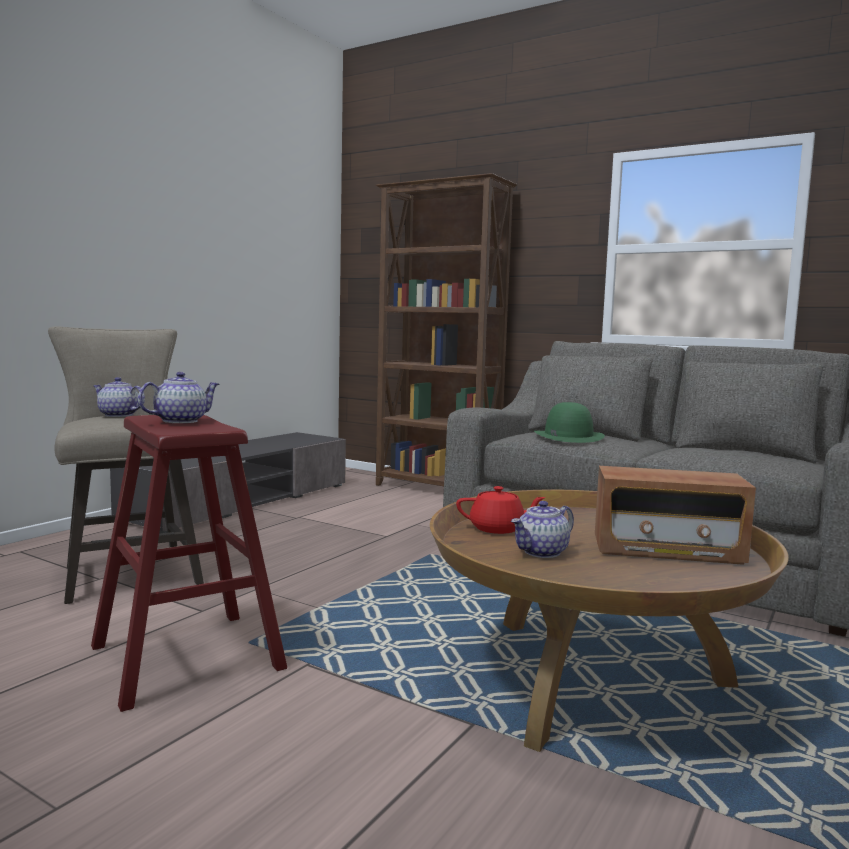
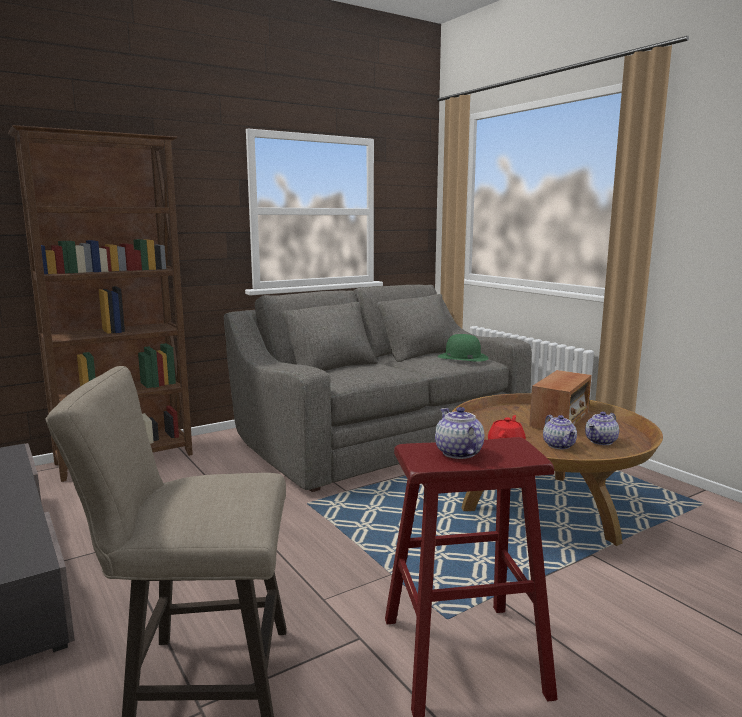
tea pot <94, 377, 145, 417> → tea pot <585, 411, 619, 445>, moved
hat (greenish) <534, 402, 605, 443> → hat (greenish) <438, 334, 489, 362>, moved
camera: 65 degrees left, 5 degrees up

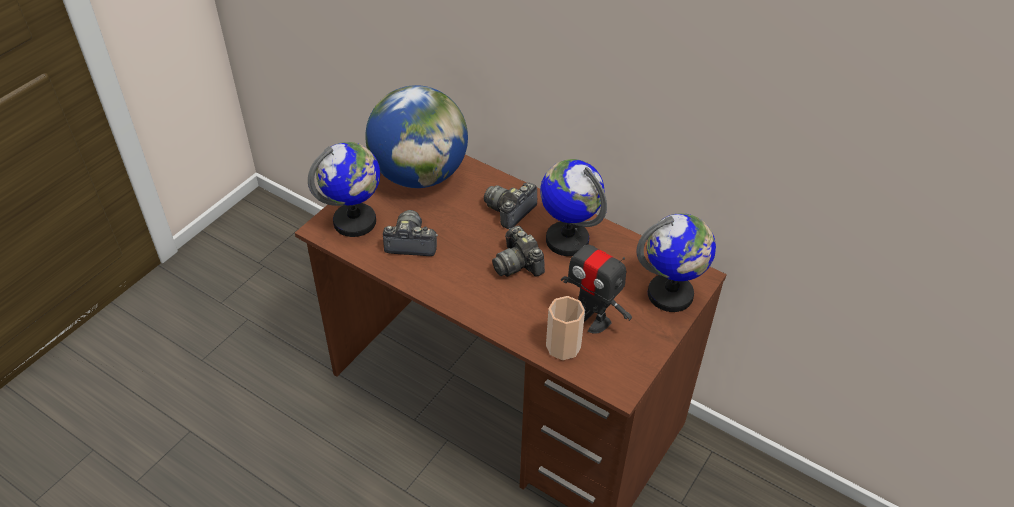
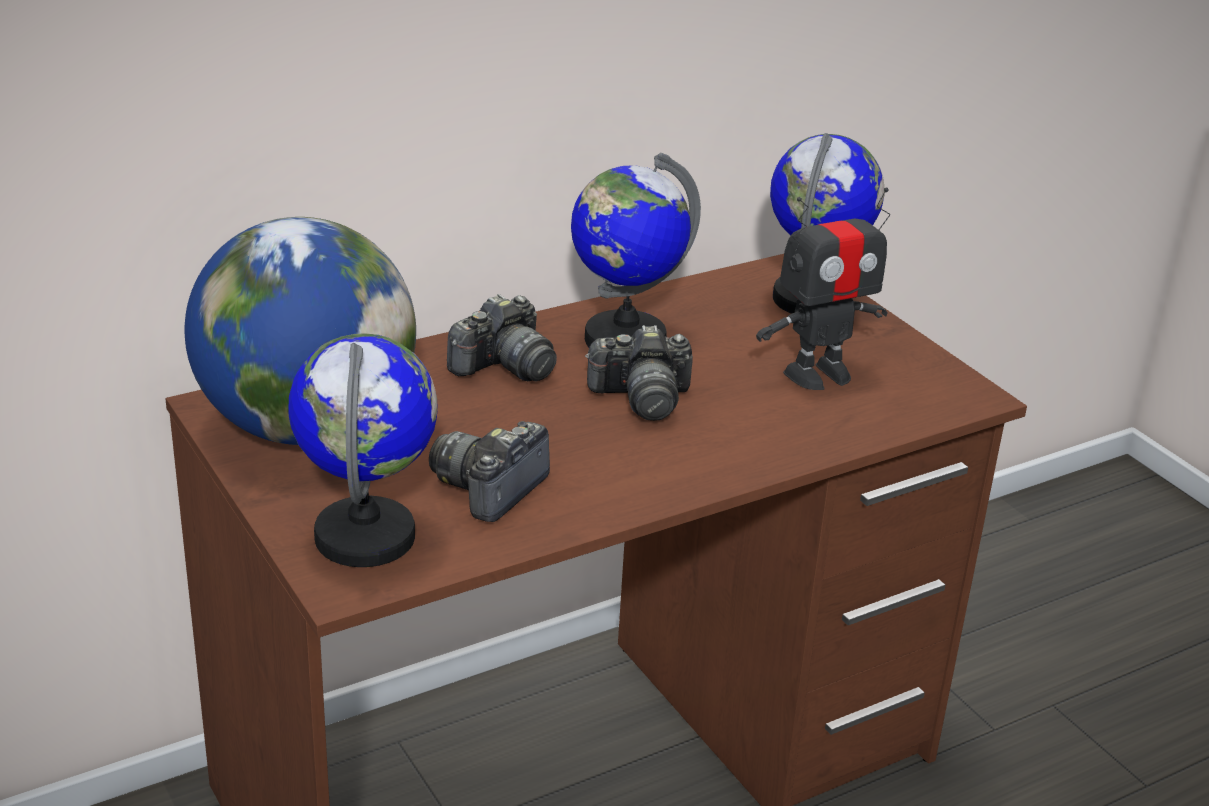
photo camera <484, 182, 537, 229> → photo camera <447, 294, 557, 381>, 105 degrees counterclockwise
cup <546, 296, 585, 360> → -
camera: 65 degrees left, 15 degrees down

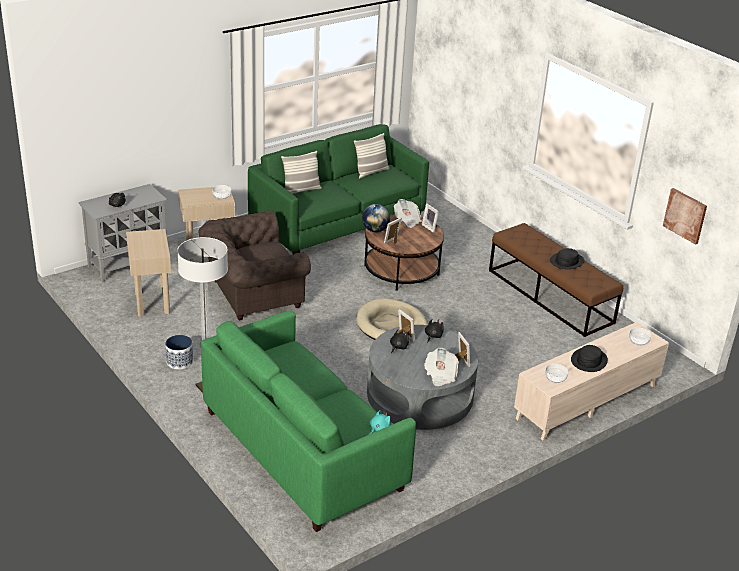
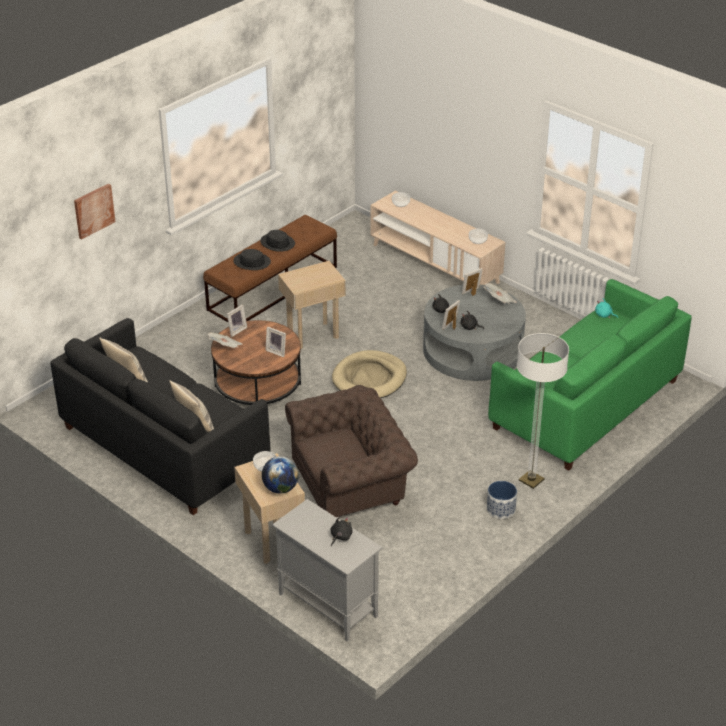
settee (greenish) <248, 124, 429, 255> → settee (black-coloured) <50, 318, 271, 515>
wall art <663, 188, 707, 244> → wall art <74, 183, 116, 239>, moved
world globe <362, 204, 390, 232> → world globe <262, 456, 299, 494>, moved
armchair (brown-coloured) <198, 210, 311, 320> → armchair (brown-coloured) <285, 385, 418, 517>, 75 degrees counterclockwise
side table (sand-coloured) <126, 229, 171, 317> → side table (sand-coloured) <278, 261, 346, 349>, moved
hat (black-coloured) <571, 345, 608, 372> → hat (black-coloured) <234, 249, 271, 270>, moved
camera: 100 degrees left, 5 degrees up

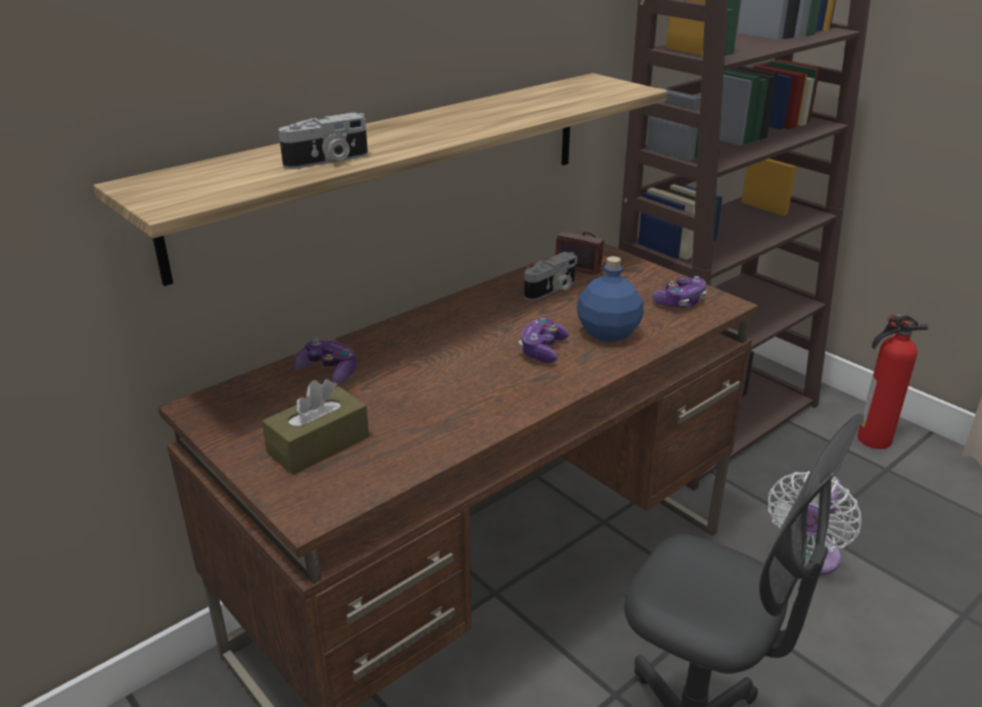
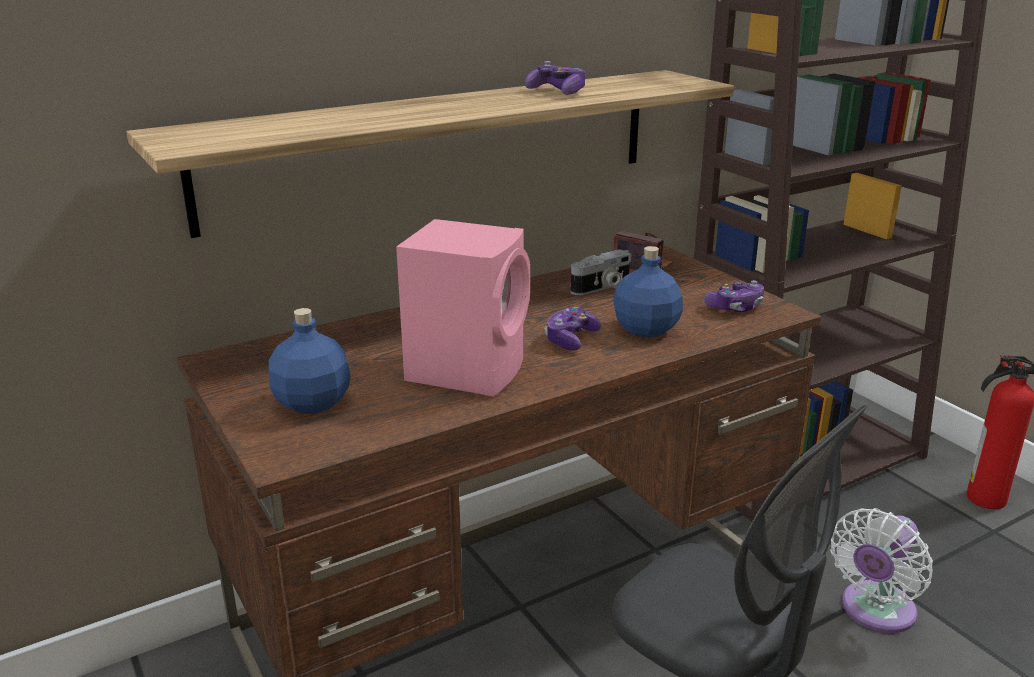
photo camera <278, 113, 368, 169> → -
gamepad <294, 339, 357, 384> → gamepad <525, 61, 585, 95>, moved
tissue box (brown-coloured) <262, 379, 369, 475> → drink bottle (blue) <269, 308, 351, 414>
- → speaker (pink) <396, 219, 530, 397>
camera: 10 degrees right, 5 degrees down

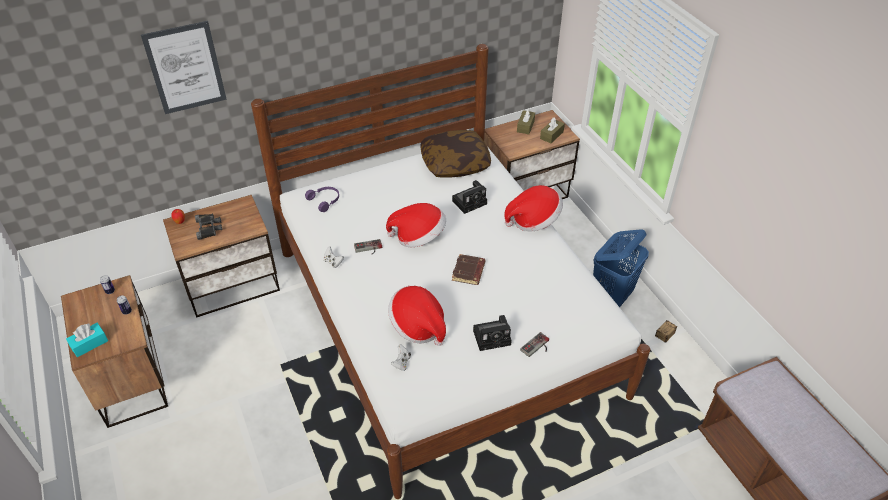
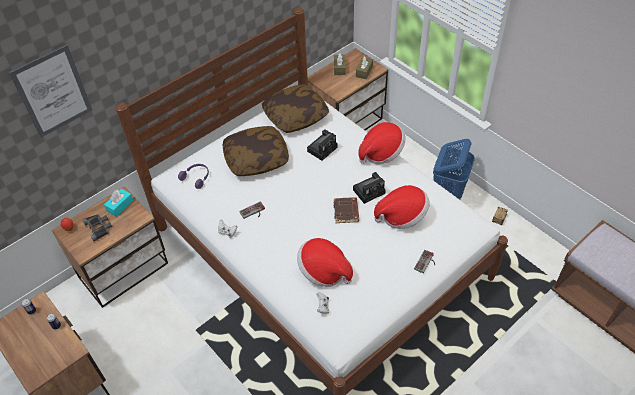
hat <386, 203, 446, 247> → hat <374, 185, 429, 229>, moved
photo camera <473, 315, 512, 351> → photo camera <353, 172, 386, 204>, moved
tissue box (blue-green) <66, 323, 108, 357> → tissue box (blue-green) <104, 188, 133, 217>, moved
- → pillow <223, 126, 289, 176>
camera: 15 degrees left, 5 degrees up

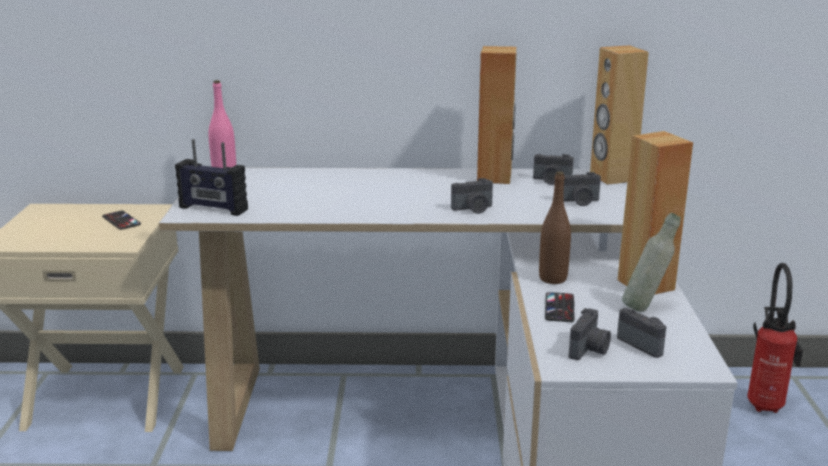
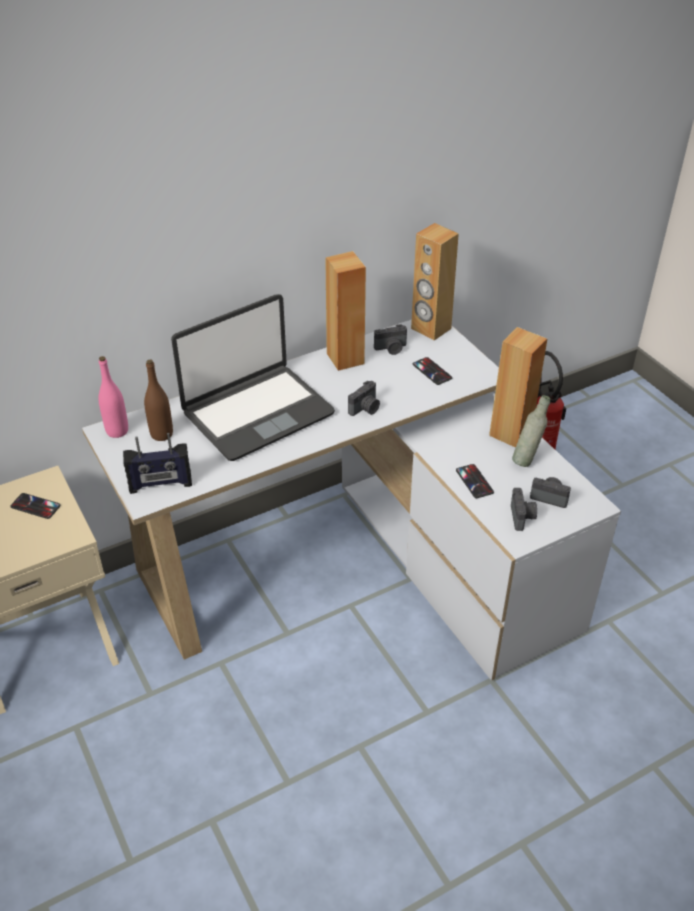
drink bottle (brown-coloured) <539, 171, 571, 284> → drink bottle (brown-coloured) <144, 359, 173, 441>, moved
photo camera <563, 172, 601, 206> → telephone <413, 357, 452, 385>
- → portable computer <171, 294, 335, 461>
camera: 30 degrees left, 20 degrees up

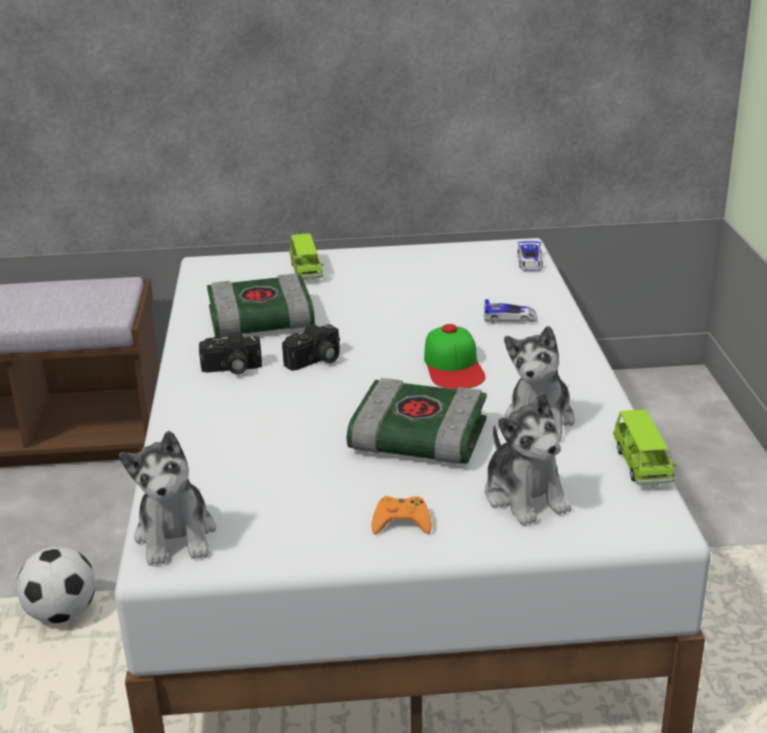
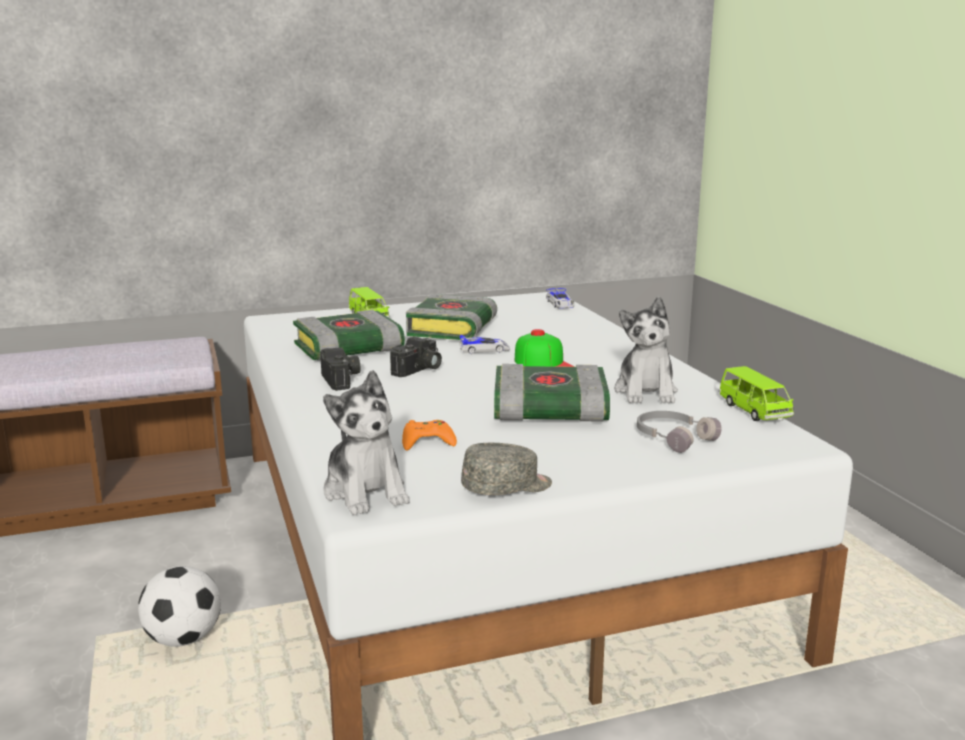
toy car <483, 299, 537, 324> → toy car <459, 335, 510, 354>, moved
photo camera <199, 332, 262, 374> → photo camera <320, 347, 360, 391>, 90 degrees counterclockwise
plush toy <485, 392, 571, 526> → headphones (greyish) <637, 411, 721, 453>
gamepad (orange-coloured) <371, 496, 432, 535> → gamepad (orange-coloured) <402, 420, 457, 451>, moved
- → book <406, 294, 497, 340>
- → peaked cap (greyish) <461, 443, 552, 495>
camera: 15 degrees left, 10 degrees down

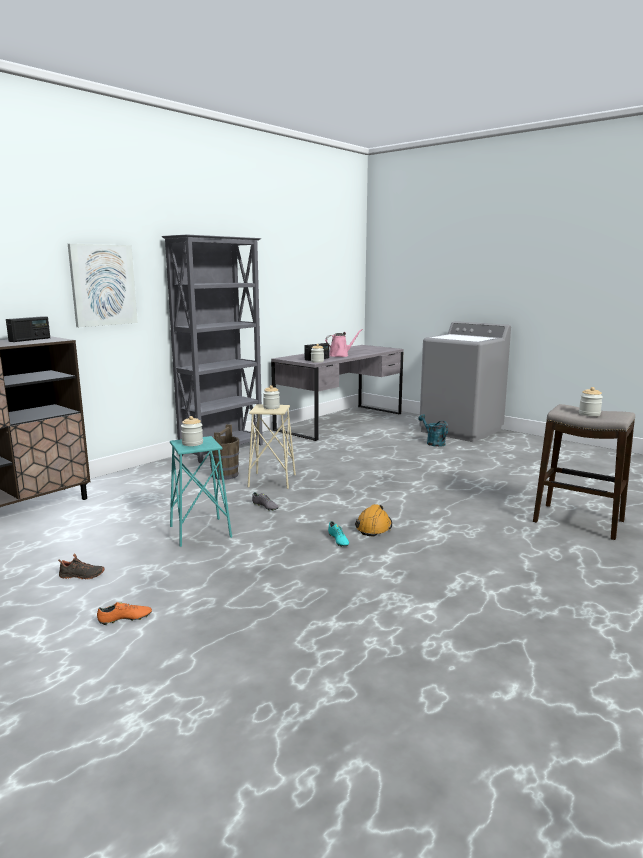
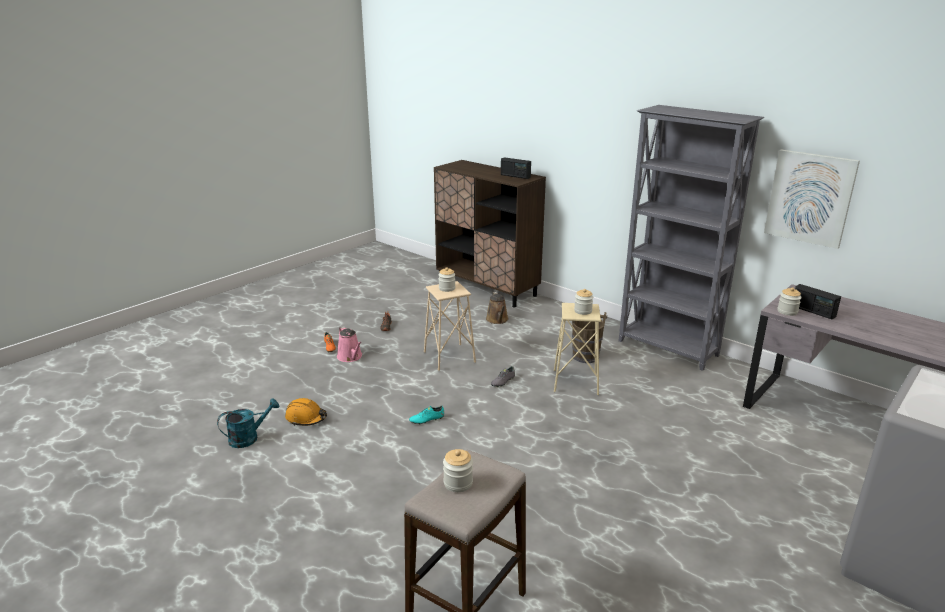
wall art <68, 244, 138, 327> → wall art <764, 149, 860, 249>, moved
watering can (pink) <325, 329, 363, 357> → watering can (pink) <337, 326, 362, 362>, moved
watering can (blue-green) <418, 414, 448, 447> → watering can (blue-green) <217, 398, 279, 448>, moved
sitting stool (blue-green) <170, 436, 232, 547> → sitting stool (sand-coloured) <424, 281, 476, 371>
hard hat (orange-coloured) <355, 504, 392, 536> → hard hat (orange-coloured) <285, 398, 327, 426>, moved
- → watering can (brown-coloured) <486, 292, 509, 324>
camera: 90 degrees right, 10 degrees up

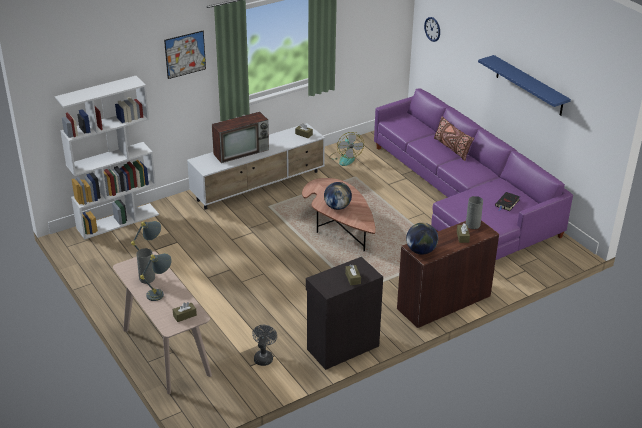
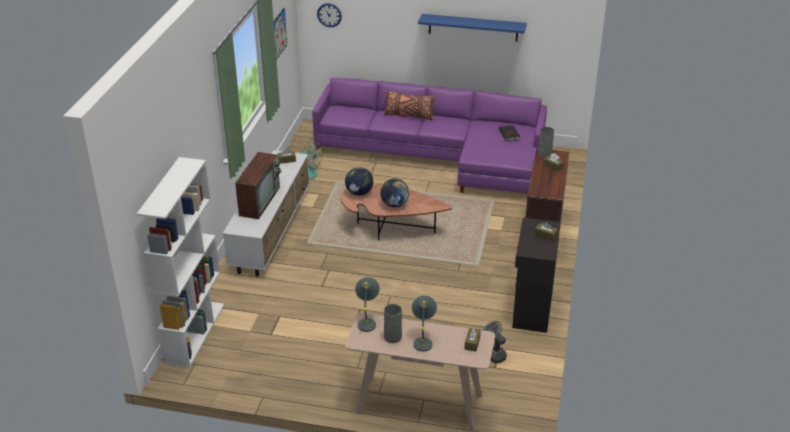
wall art <164, 31, 206, 79> → wall art <274, 8, 287, 60>, moved
world globe <406, 223, 438, 255> → world globe <345, 167, 373, 196>, moved
camera: 45 degrees left, 0 degrees up

